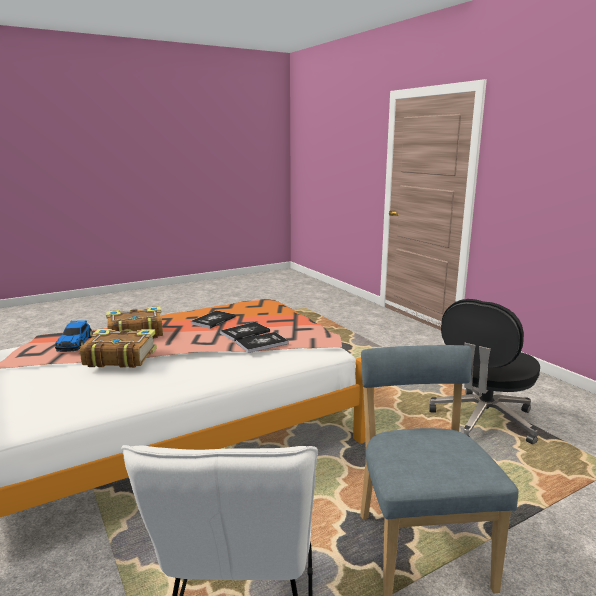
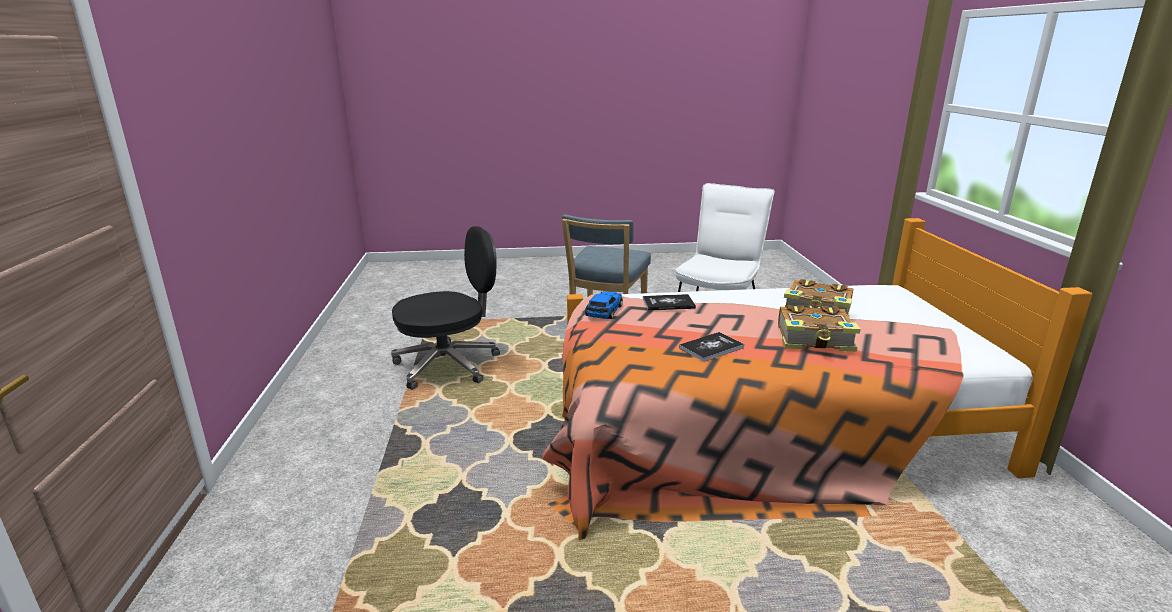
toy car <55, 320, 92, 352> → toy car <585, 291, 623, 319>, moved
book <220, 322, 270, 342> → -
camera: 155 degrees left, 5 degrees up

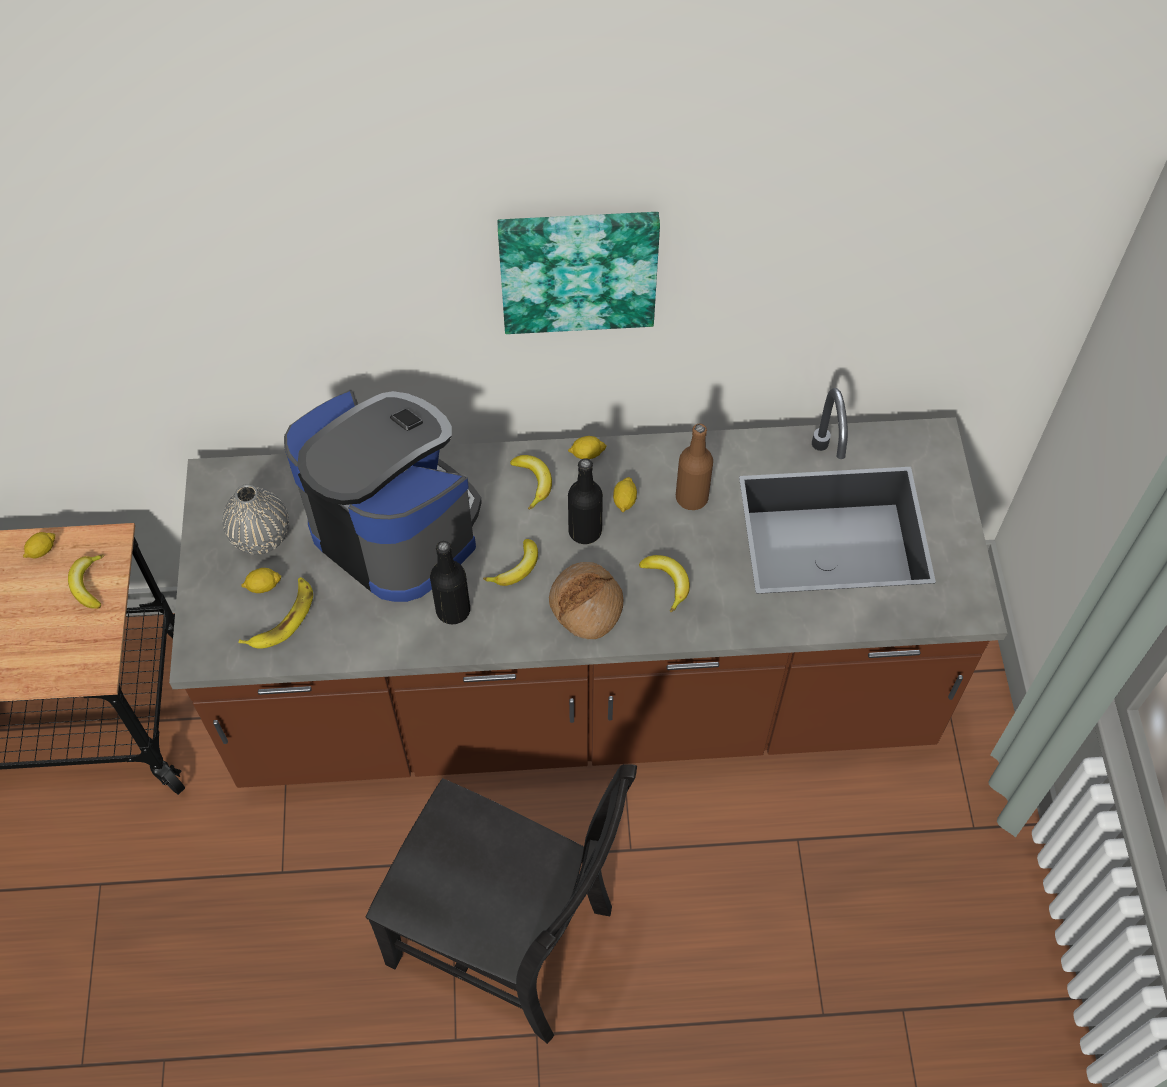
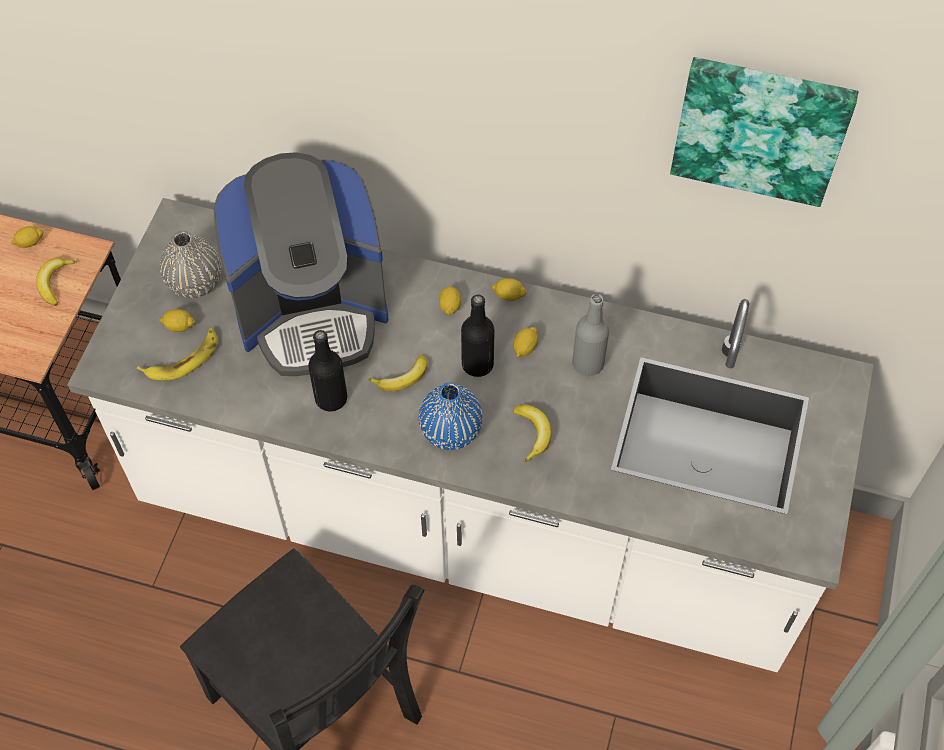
wall art <497, 212, 660, 334> → wall art <670, 57, 858, 207>, moved
kitchen base unit (brown-coloured) <169, 388, 1007, 788> → kitchen base unit (whitish) <68, 198, 873, 672>
coffee maker <284, 390, 482, 602> → coffee maker <213, 152, 388, 376>, 105 degrees clockwise
drink bottle (brown-coloured) <676, 424, 713, 510> → drink bottle (greyish) <572, 294, 609, 376>
whole banana <510, 455, 552, 510> → whole lemon <439, 286, 461, 315>
baked bread <549, 562, 624, 639> → vase (blue) <419, 383, 483, 450>
camera: 20 degrees right, 0 degrees up

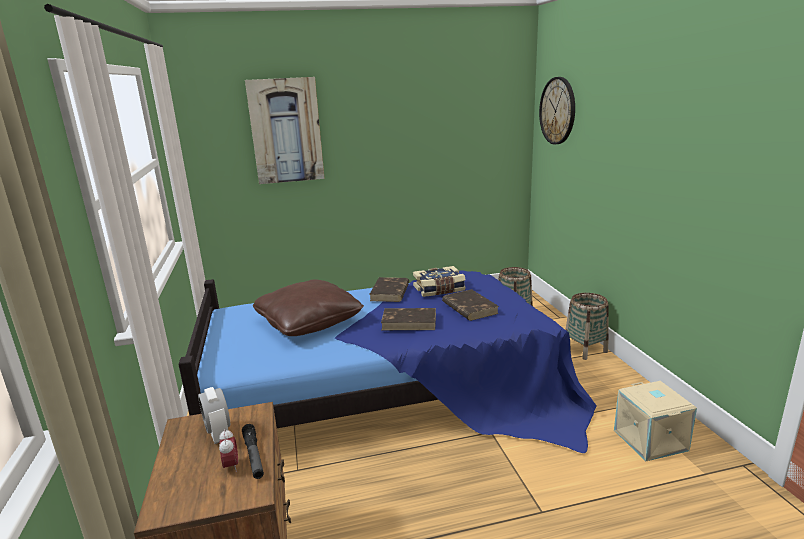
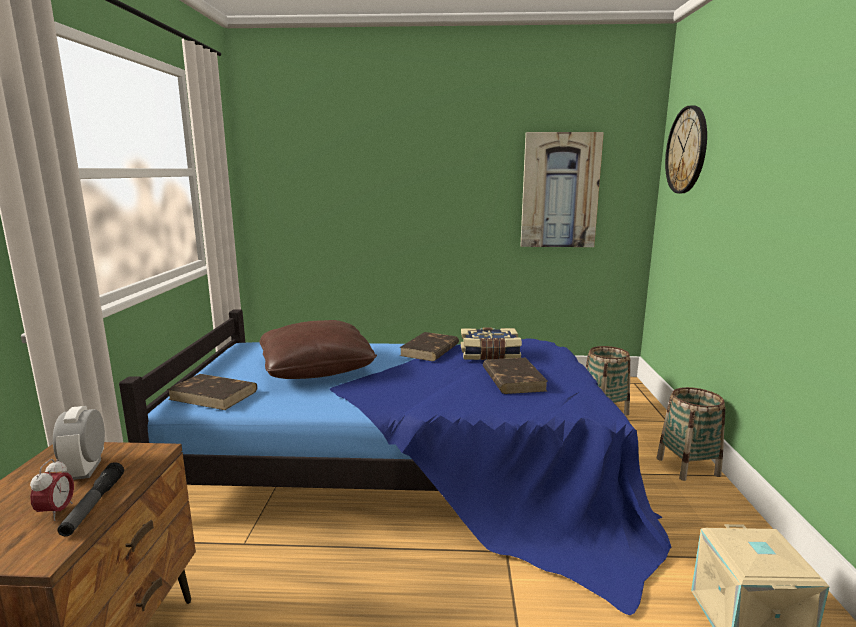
wall art <245, 77, 325, 184> → wall art <520, 132, 604, 247>, moved
book (brown-coloured) <381, 308, 436, 330> → book (brown-coloured) <167, 374, 257, 410>, moved
camera: 15 degrees right, 5 degrees down

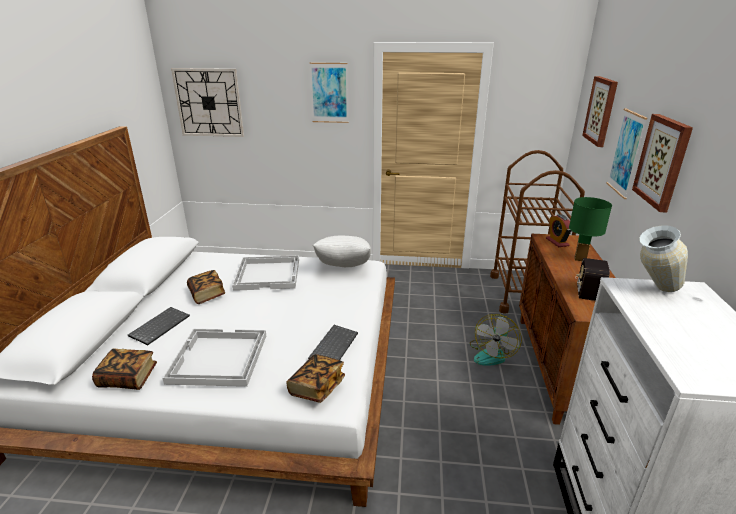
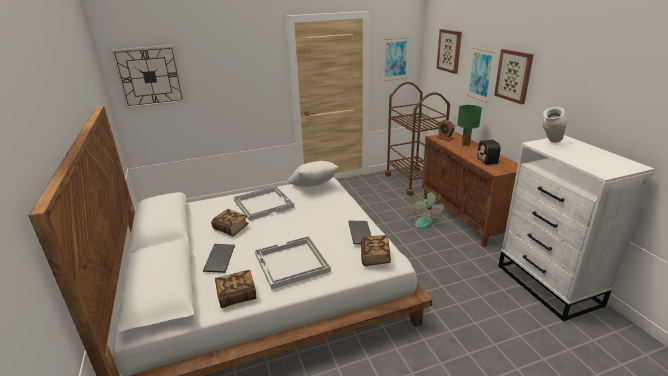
wall art <309, 62, 349, 123> → wall art <383, 37, 409, 81>, moved
camera: 25 degrees left, 0 degrees up

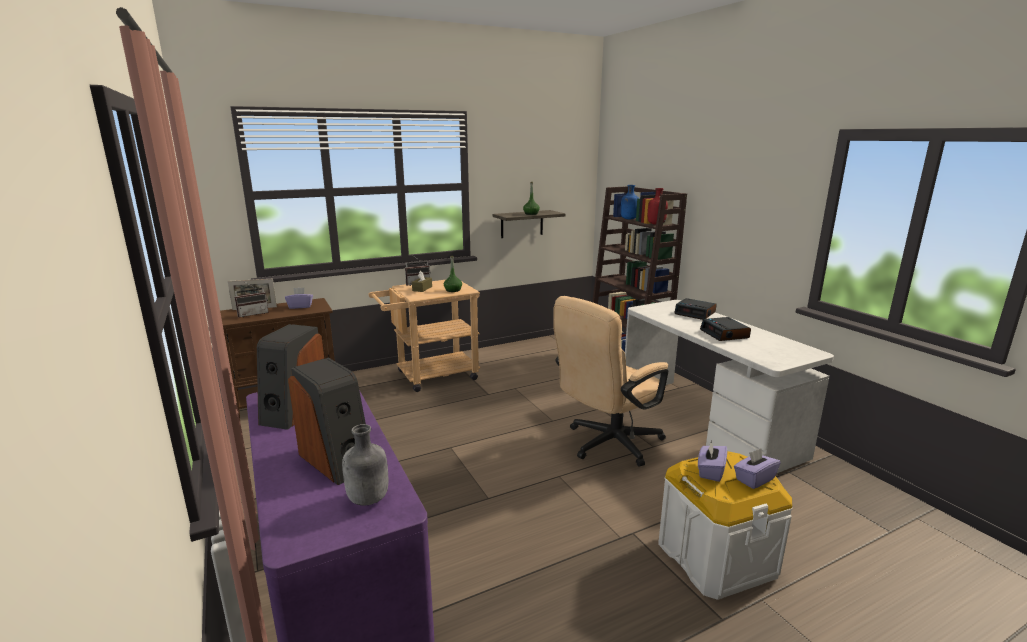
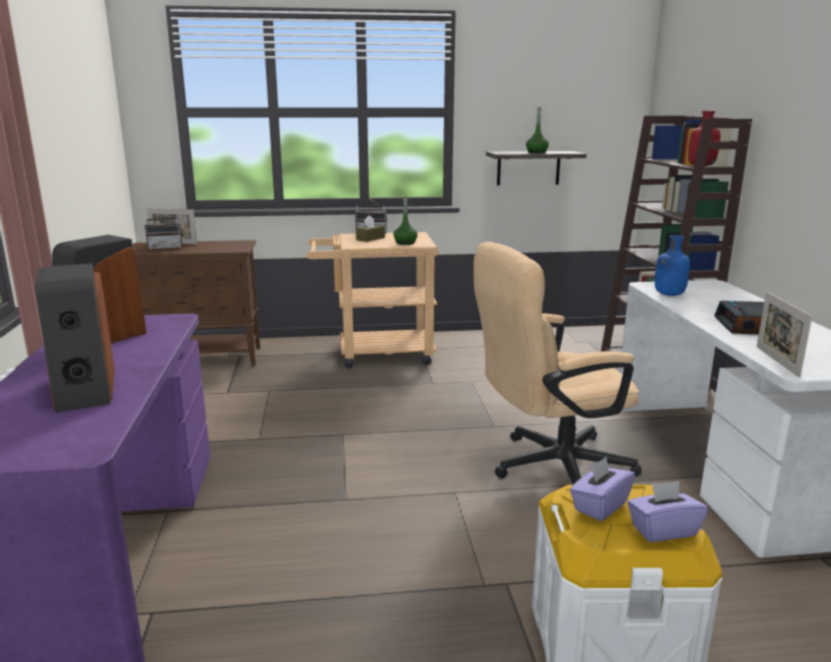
drink bottle (blue) <621, 185, 639, 219> → drink bottle (blue) <655, 235, 690, 296>, moved
tissue box (purple-coloured) <285, 288, 313, 309> → -
table clock <674, 298, 717, 320> → -
drink bottle (greyish) <342, 424, 388, 506> → -
- → photo frame <757, 291, 812, 378>
camera: 20 degrees right, 0 degrees up

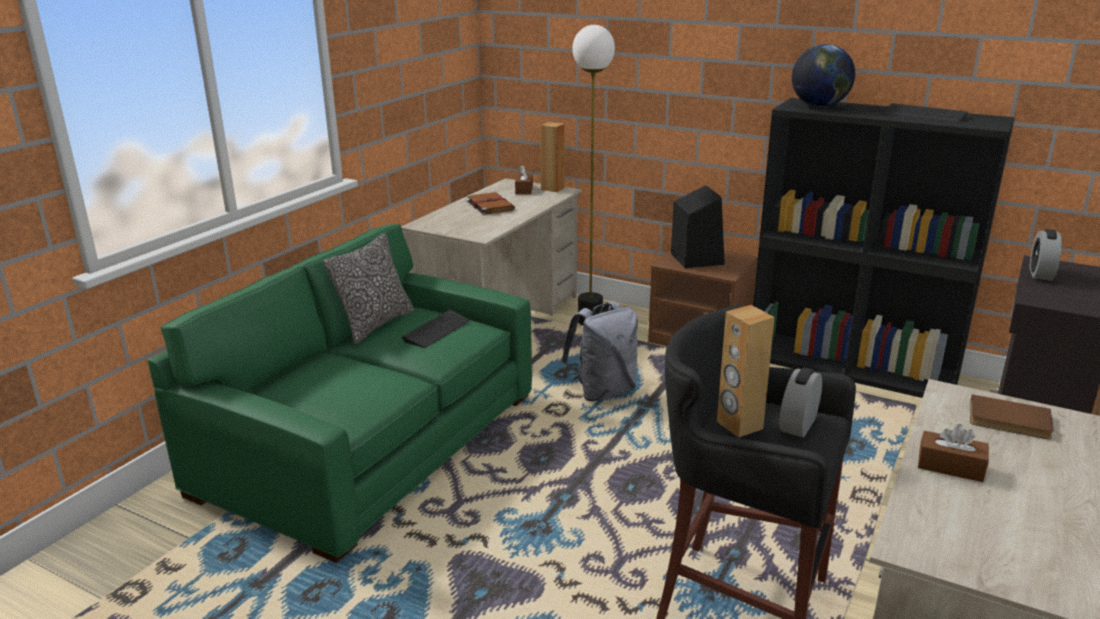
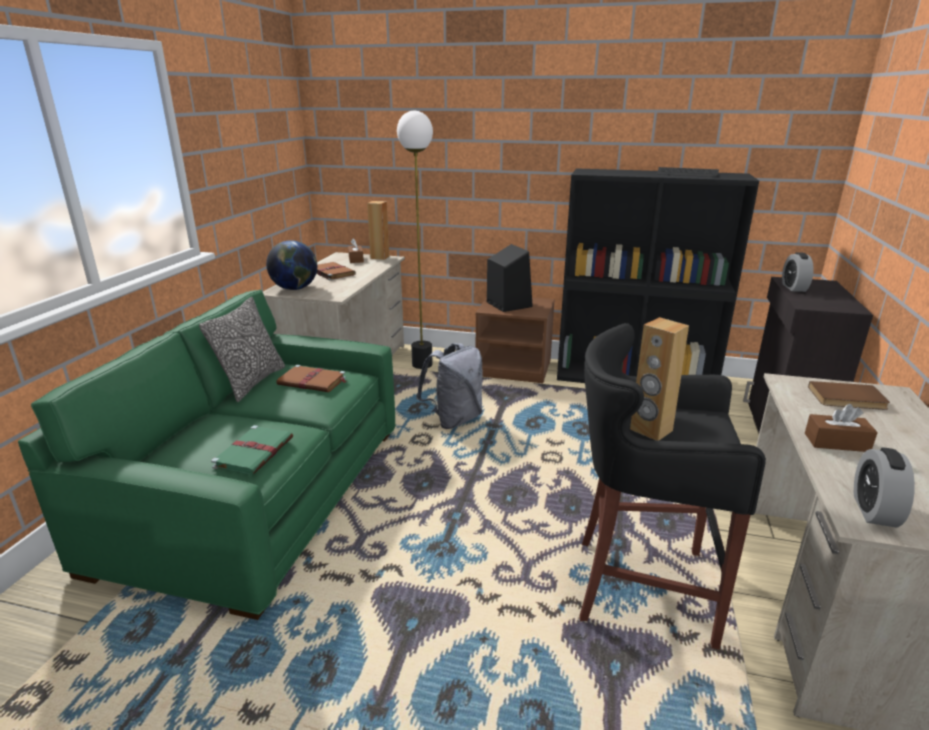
world globe <792, 44, 855, 107> → world globe <266, 240, 317, 290>, moved
computer keyboard <402, 310, 470, 348> → book (brown-coloured) <276, 365, 346, 392>
table clock <779, 367, 822, 437> → table clock <854, 448, 915, 527>, moved
- → book (greenish) <211, 425, 293, 475>
camera: 15 degrees left, 0 degrees up

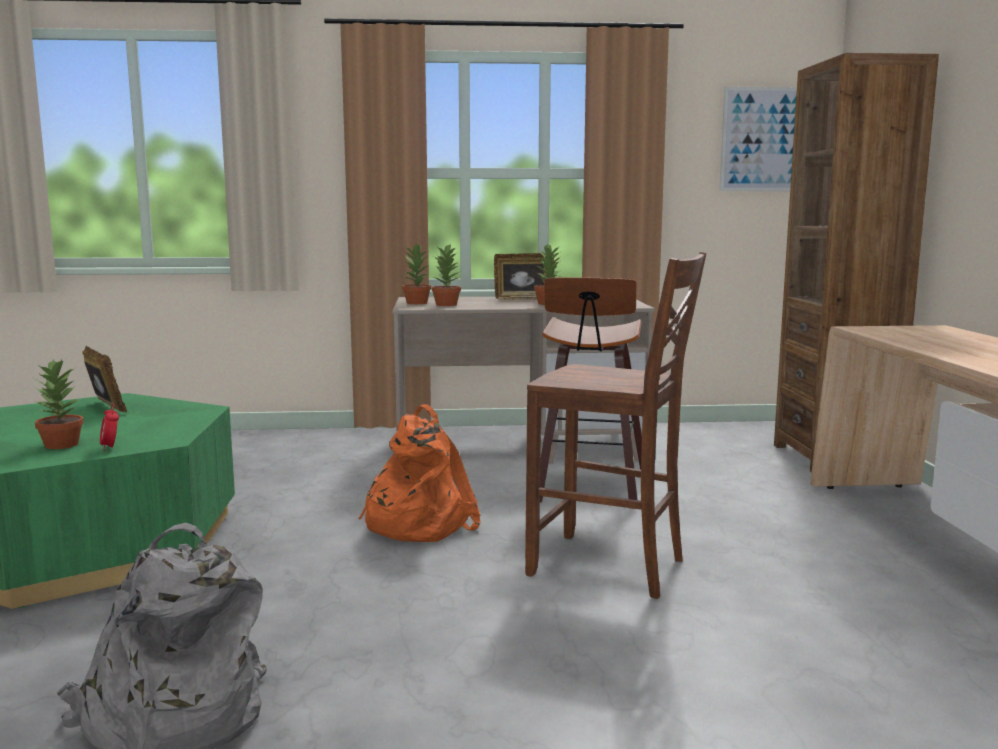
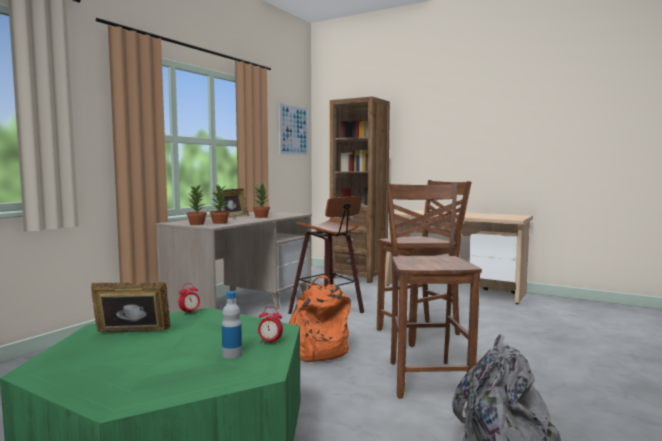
houseplant <34, 359, 84, 449> → drink bottle <222, 291, 242, 358>
- → plain chair (brown-coloured) <386, 183, 482, 398>
- → table clock <179, 283, 200, 315>
camera: 55 degrees left, 5 degrees down

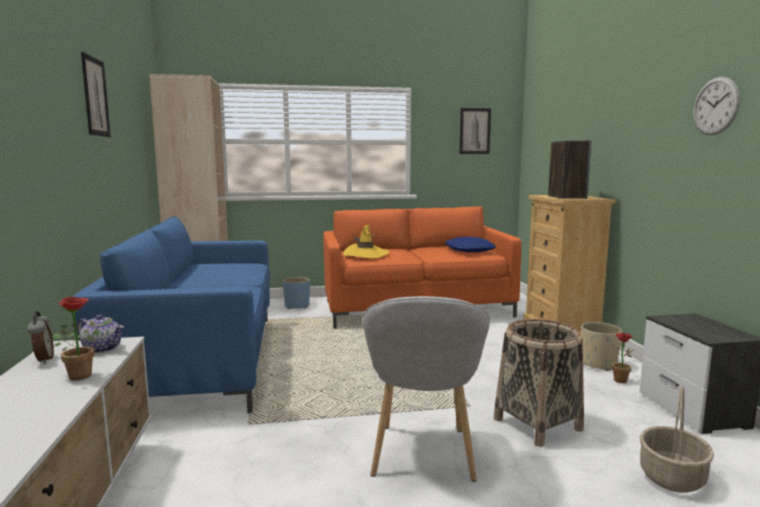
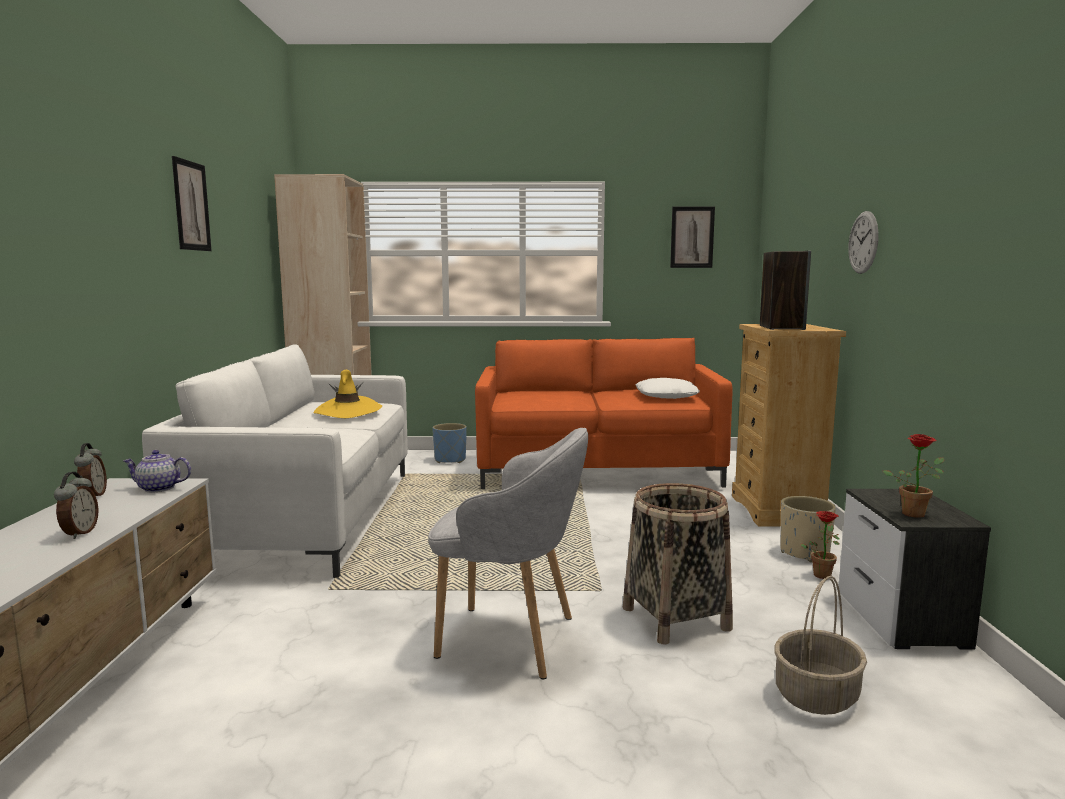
hanging clock <694, 77, 740, 135> → hanging clock <848, 211, 879, 274>, moved
settee (blue) <73, 217, 270, 413> → settee (whitish) <142, 344, 408, 578>
hat (yellowish) <343, 225, 390, 259> → hat (yellowish) <313, 370, 382, 418>, moved
pillow (blue) <445, 237, 496, 252> → pillow (whitish) <635, 378, 700, 399>
armchair (greyish) <362, 296, 490, 482> → armchair (greyish) <428, 428, 588, 679>, 90 degrees counterclockwise
houseplant <53, 297, 113, 380> → houseplant <883, 434, 944, 518>, moved
tea pot <77, 314, 124, 353> → tea pot <123, 450, 191, 492>, 150 degrees clockwise
- → table clock <54, 472, 99, 539>
camera: 10 degrees right, 0 degrees up

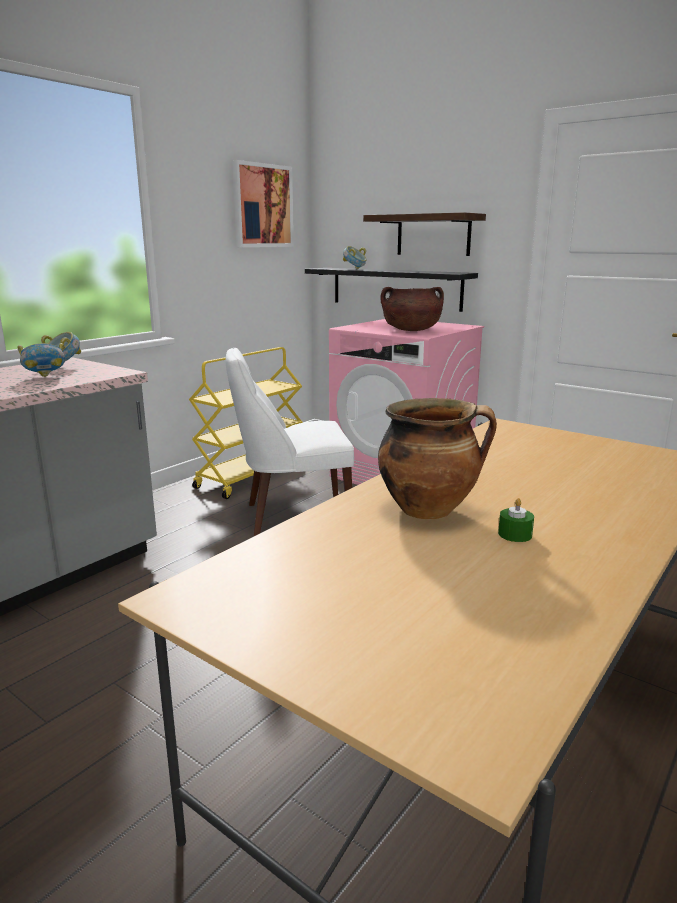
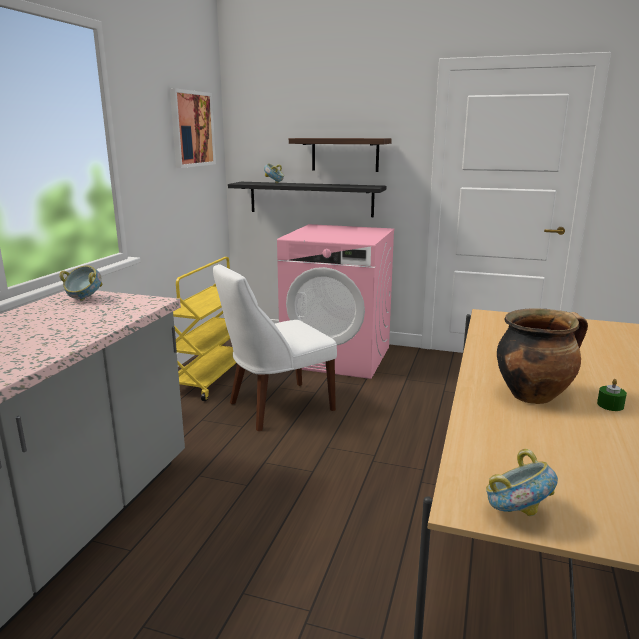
cooking pot (brown-coloured) <380, 287, 444, 331> → -
serving bowl <18, 343, 65, 377> → serving bowl <486, 449, 558, 516>, moved
camera: 20 degrees left, 0 degrees up

